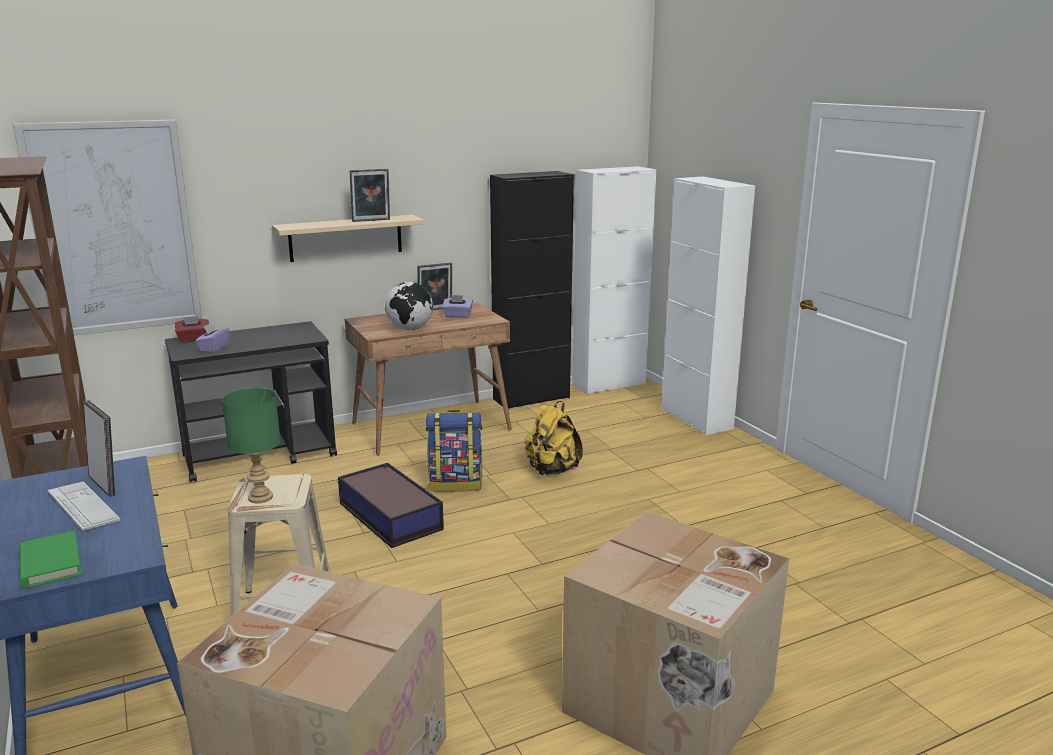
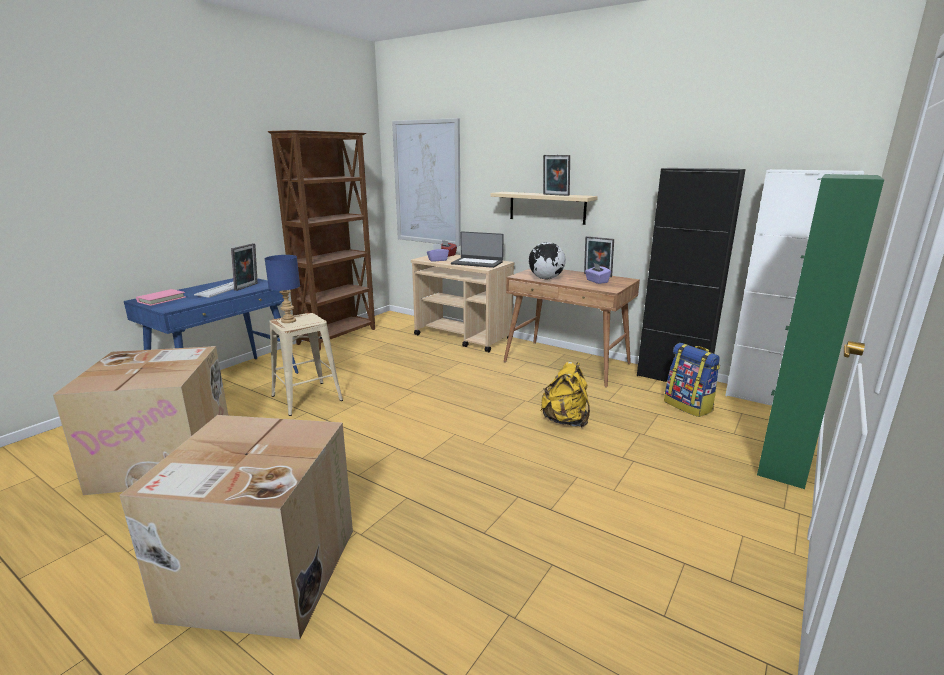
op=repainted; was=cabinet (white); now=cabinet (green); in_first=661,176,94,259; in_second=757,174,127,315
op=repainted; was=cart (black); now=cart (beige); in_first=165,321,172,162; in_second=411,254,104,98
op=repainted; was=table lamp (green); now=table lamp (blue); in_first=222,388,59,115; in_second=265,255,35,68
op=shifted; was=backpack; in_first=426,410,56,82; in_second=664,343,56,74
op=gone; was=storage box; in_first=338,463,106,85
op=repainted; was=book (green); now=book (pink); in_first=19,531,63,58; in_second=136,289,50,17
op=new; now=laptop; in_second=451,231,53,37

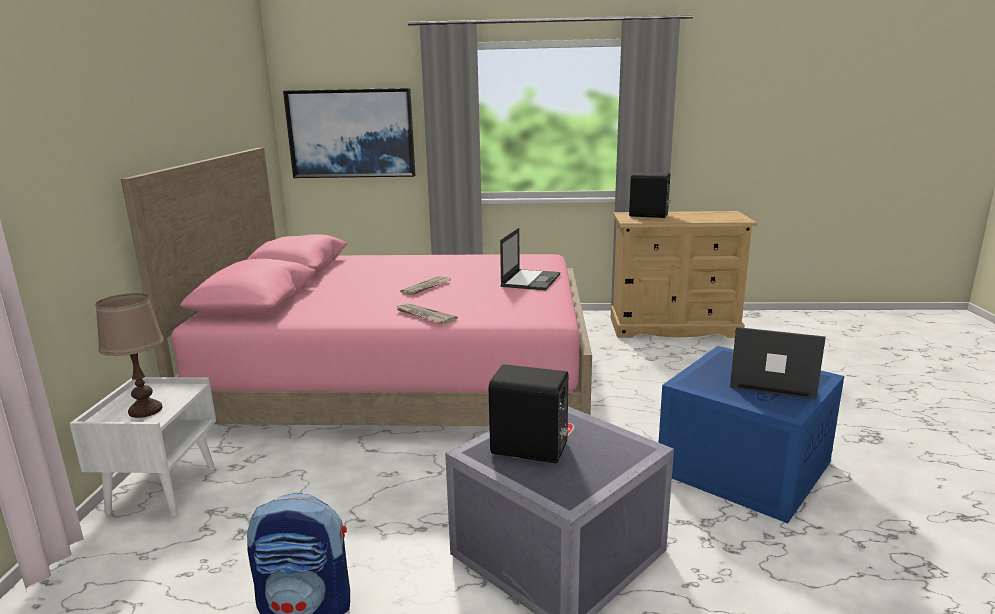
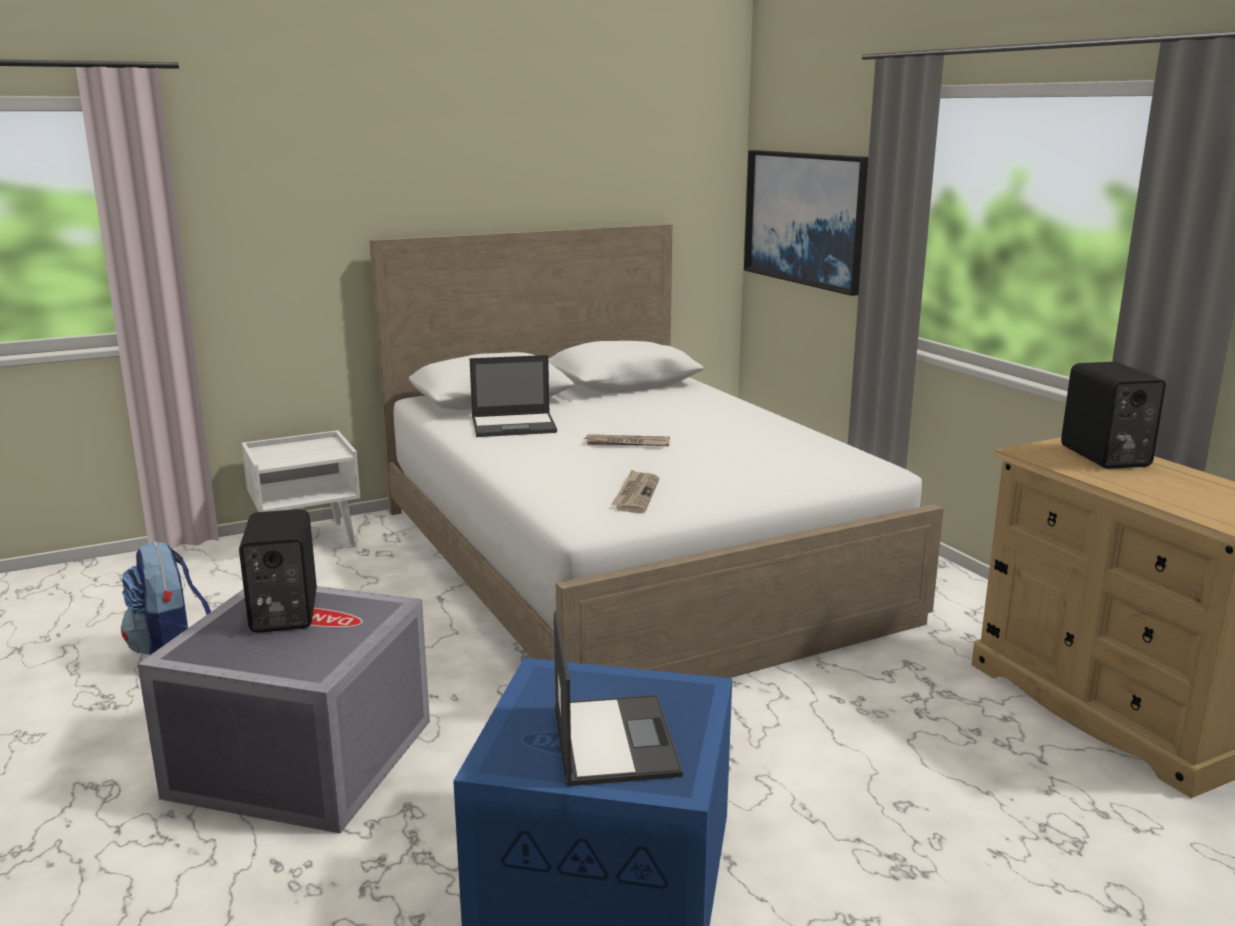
op=repainted; was=bed (pink); now=bed (white); in_first=121,148,471,278; in_second=369,224,575,454
op=shifted; was=laptop; in_first=500,228,60,62; in_second=469,355,88,82
op=gone; was=table lamp (brown); in_first=95,293,69,125
op=shifted; was=newspaper; in_first=397,303,61,21; in_second=611,470,48,43

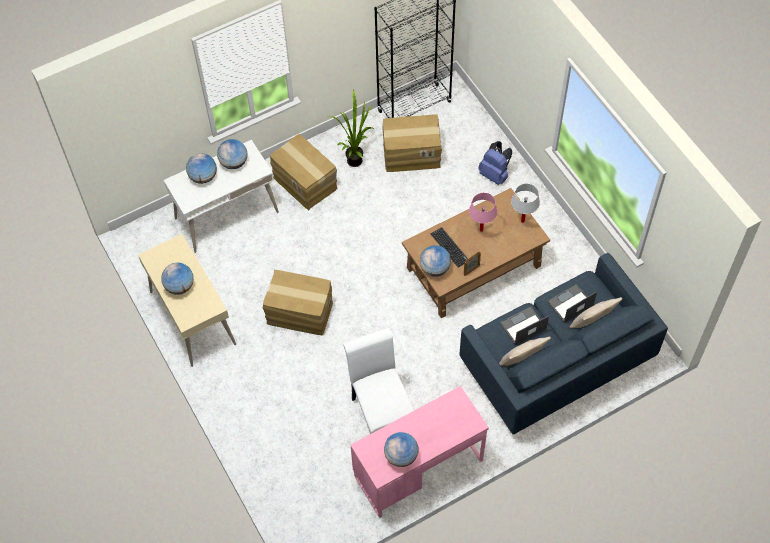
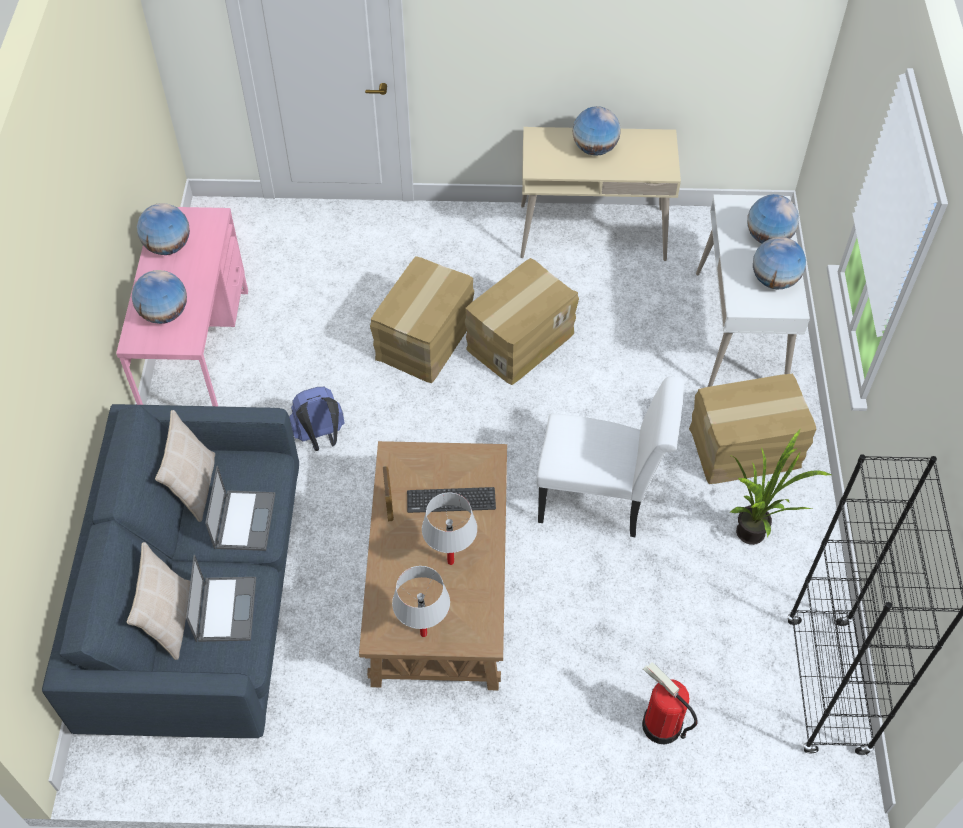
op=shifted; was=cardboard box; in_first=382,115,60,57; in_second=370,256,104,127
op=shifted; was=backpack (blue); in_first=478,141,34,44; in_second=289,387,56,64
op=repainted; was=table lamp (pink); now=table lamp (white); in_first=469,193,28,39; in_second=422,493,55,72
op=shifted; was=globe; in_first=420,245,31,32; in_second=132,270,55,54
op=shifted; was=chair (white); in_first=343,328,71,106; in_second=536,376,148,161
op=new; now=fire extinguisher; in_second=642,662,56,82

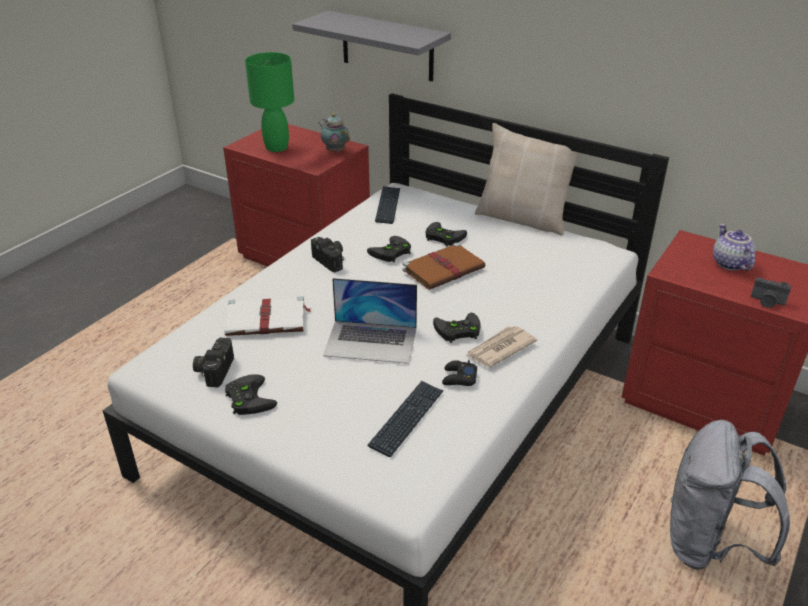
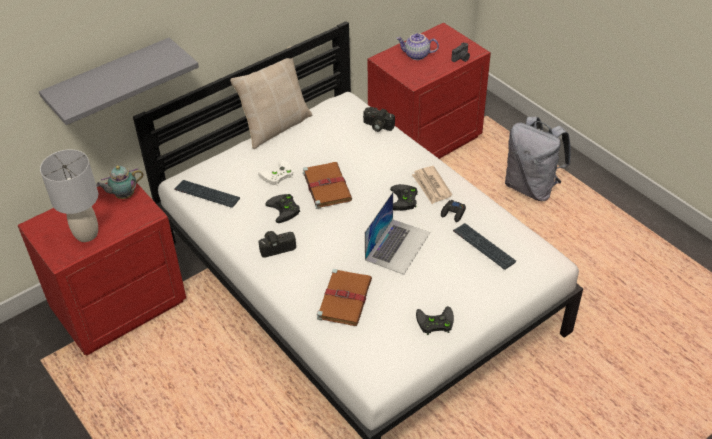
op=repainted; was=table lamp (green); now=table lamp (grey); in_first=245,52,49,100; in_second=40,149,58,93
op=repainted; was=game controller (black); now=game controller (white); in_first=425,222,42,24; in_second=258,160,35,26
op=repainted; was=book (white); now=book (brown); in_first=224,296,88,40; in_second=317,269,55,57
op=shifted; was=photo camera; in_first=193,338,41,49; in_second=363,107,32,25

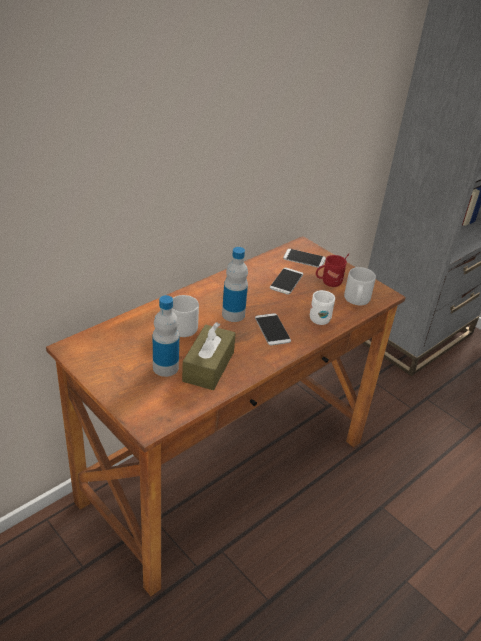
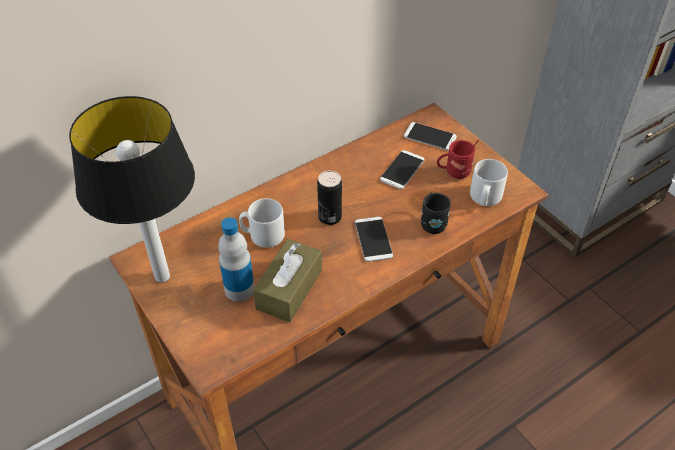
op=swapped; was=bottle; now=can; in_first=222,247,26,75; in_second=317,171,25,54
op=repainted; was=mug (white); now=mug (black); in_first=310,290,25,35; in_second=421,193,30,41
op=new; now=table lamp; in_second=69,96,126,187

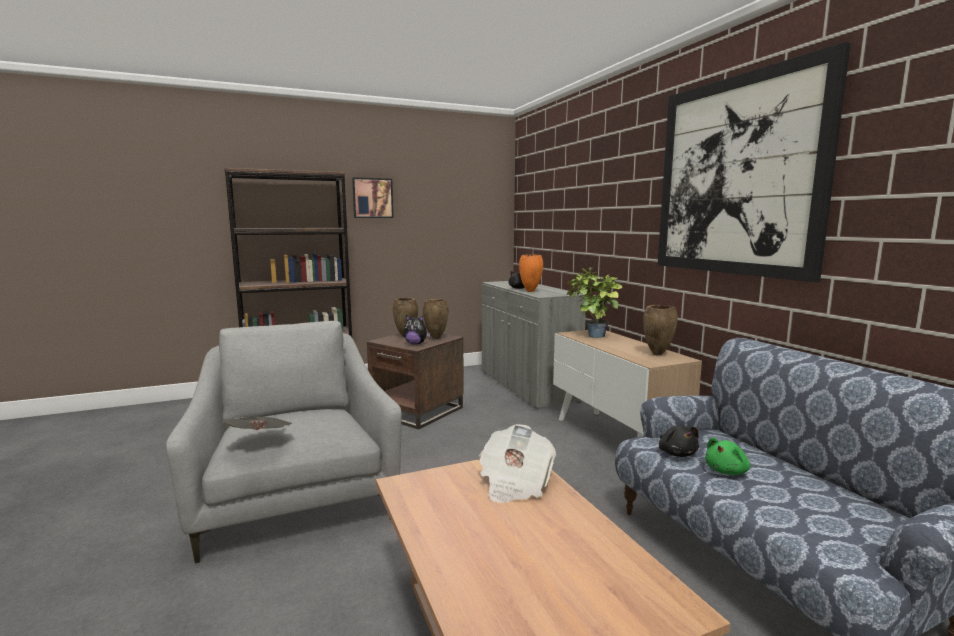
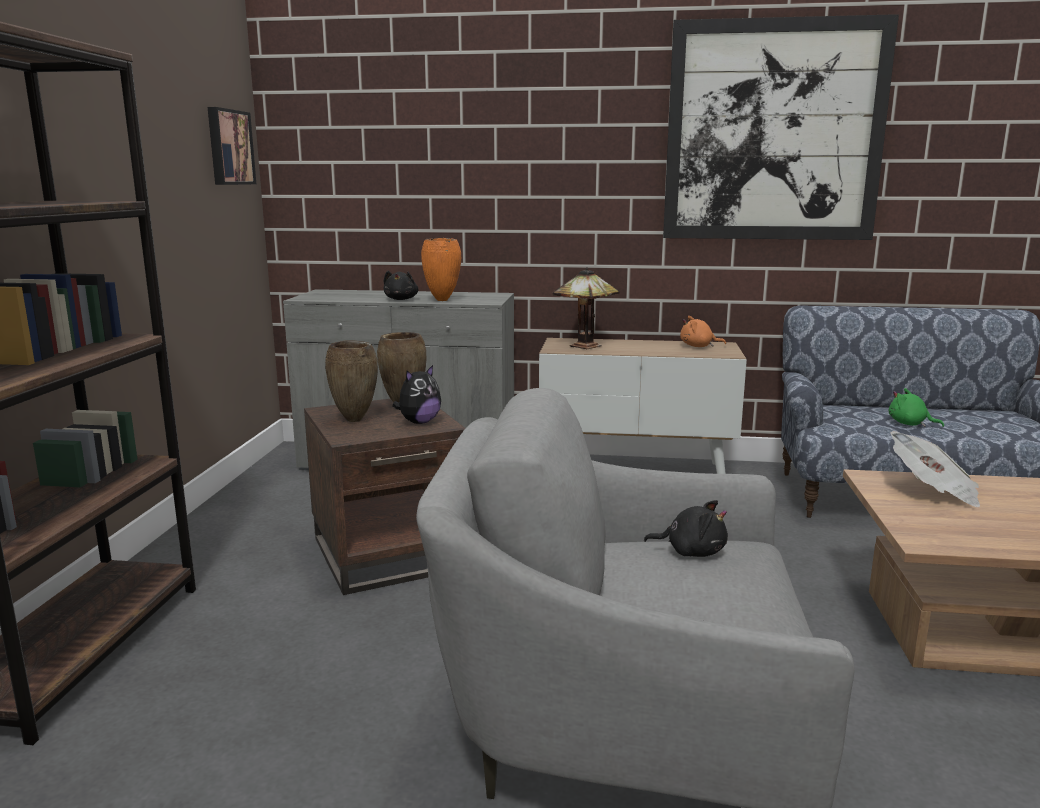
op=shifted; was=picture; in_first=352,177,41,41; in_second=208,107,48,78
op=swapped; was=potted plant; now=table lamp; in_first=566,267,57,71; in_second=553,267,67,82
op=swapped; was=vase (brown); now=plush toy (orange); in_first=643,305,35,50; in_second=680,316,46,31
op=gone; was=newspaper; in_first=217,417,75,13
op=shifted; was=plush toy (black); in_first=659,425,40,32; in_second=644,500,84,57
op=rotated; was=plush toy (green); in_first=705,437,45,38; in_second=889,388,55,39; clockwise=135

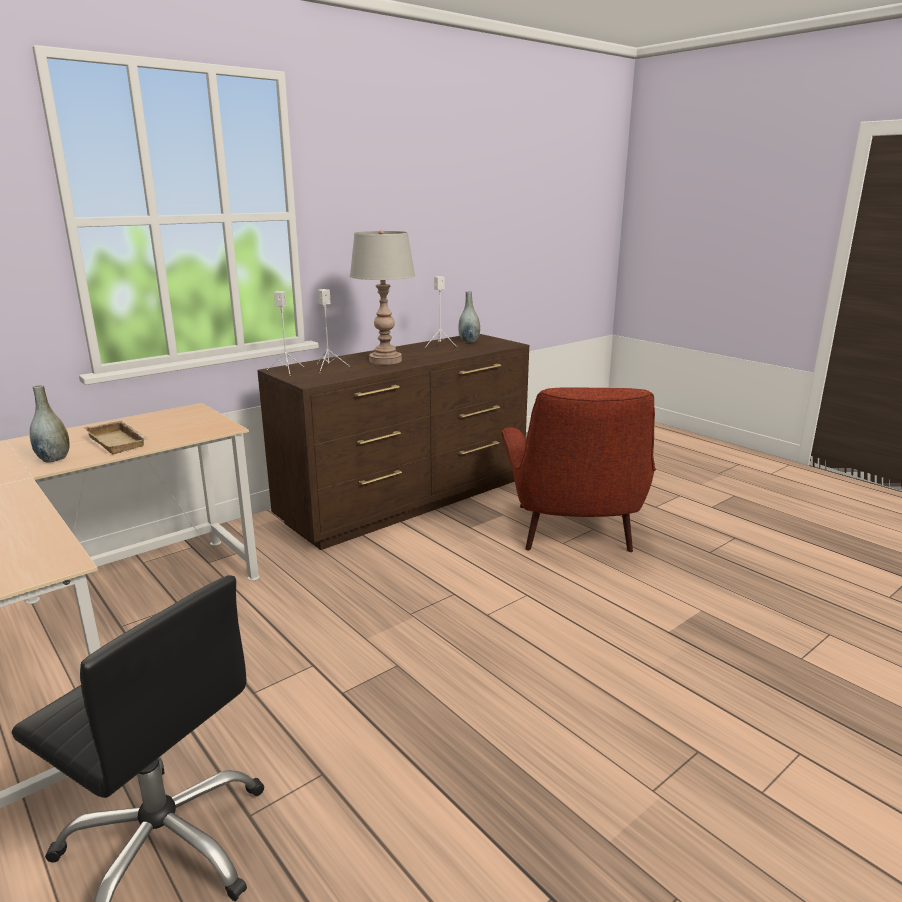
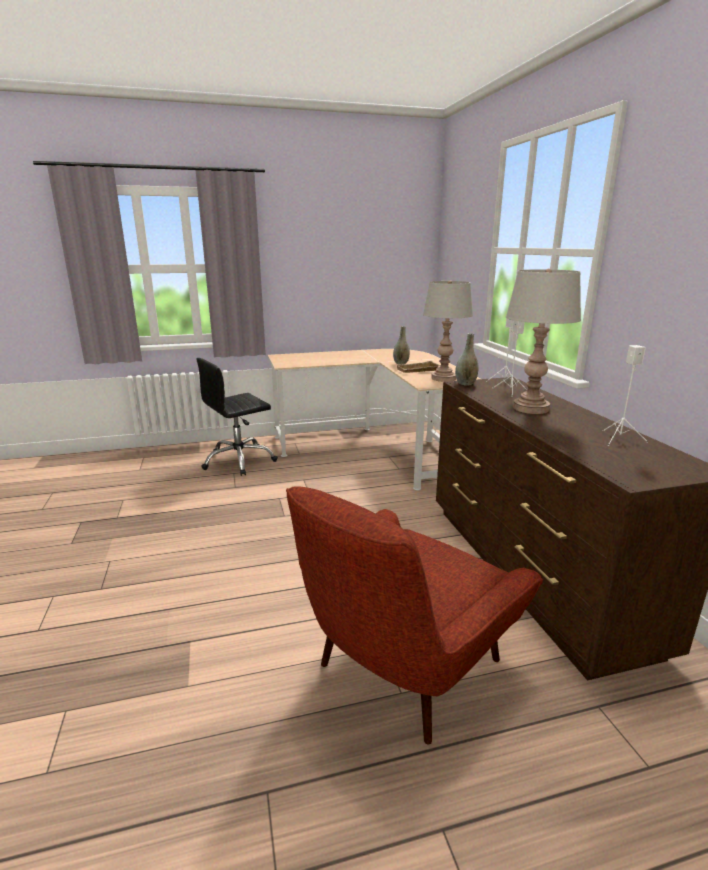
op=shifted; was=vase (grey); in_first=458,291,22,52; in_second=455,333,24,53
op=rotated; was=armchair (red); in_first=501,388,155,164; in_second=286,486,257,259; clockwise=-75
op=new; now=table lamp (grey); in_second=423,281,50,101

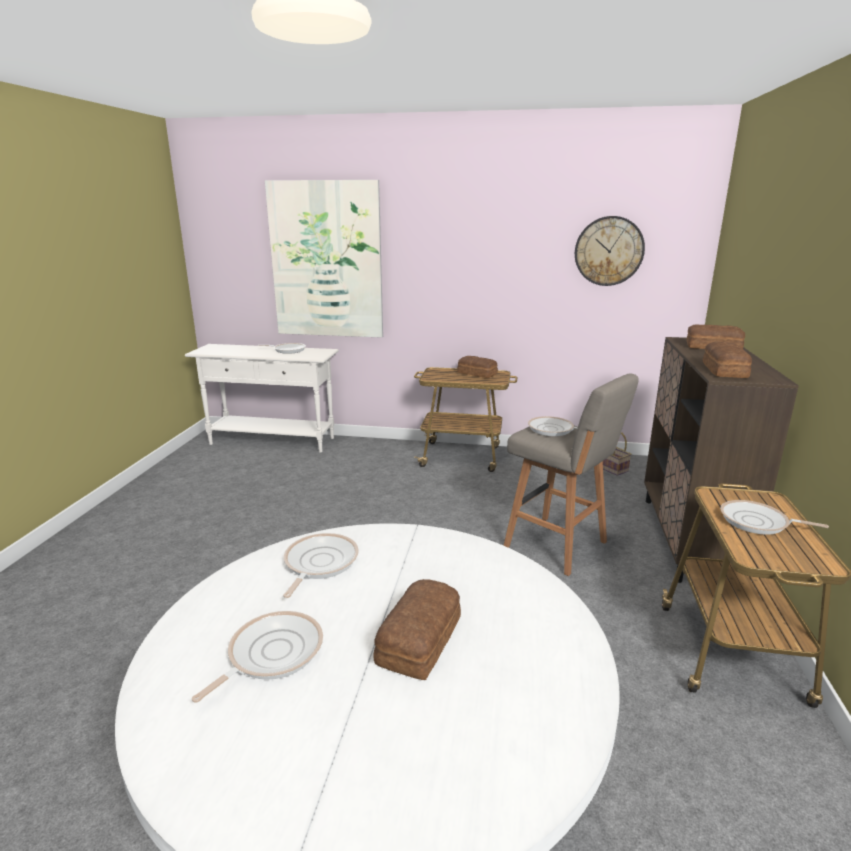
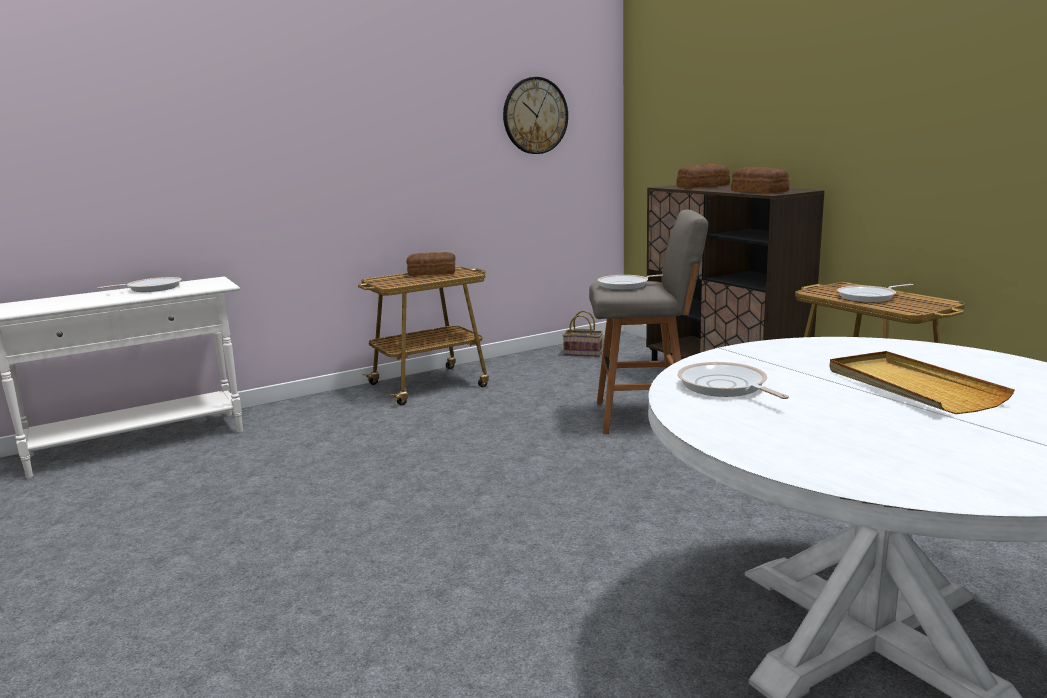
op=gone; was=picture; in_first=265,180,118,158
op=swapped; was=bread; now=tray (beige); in_first=373,579,88,101; in_second=829,351,186,63
op=gone; was=frying pan; in_first=192,611,131,92

